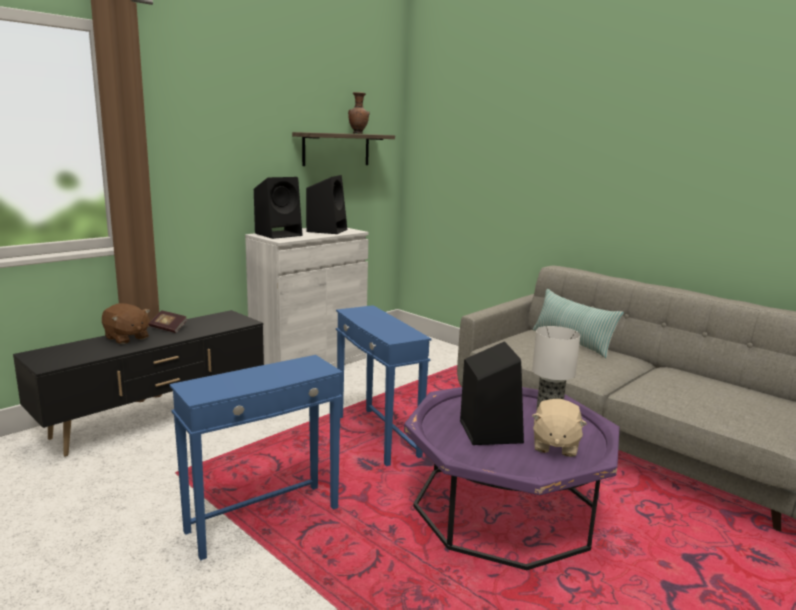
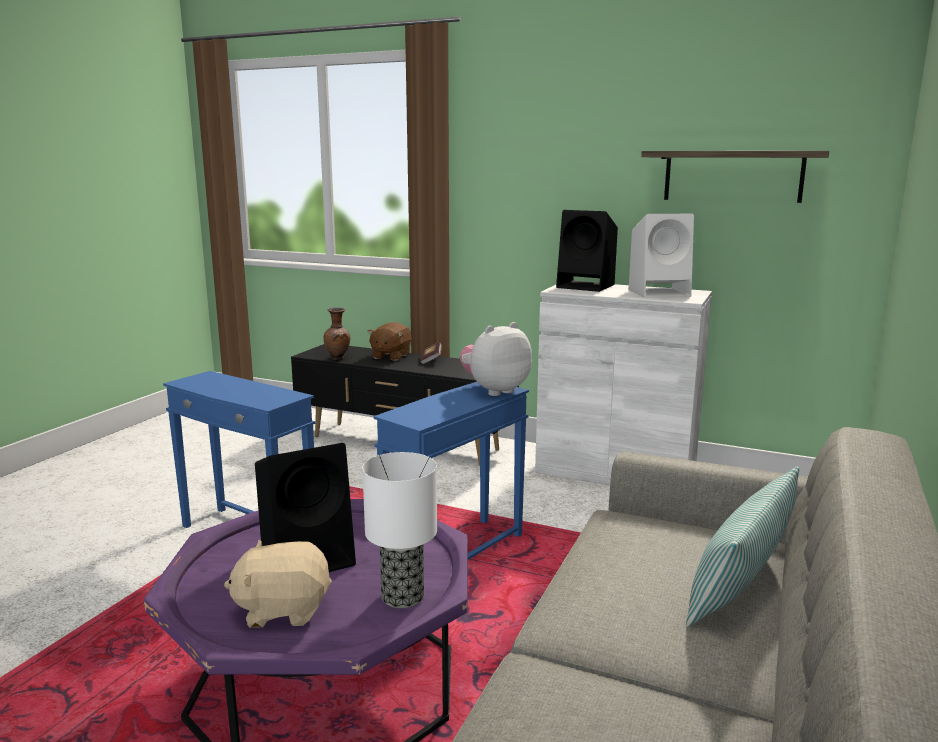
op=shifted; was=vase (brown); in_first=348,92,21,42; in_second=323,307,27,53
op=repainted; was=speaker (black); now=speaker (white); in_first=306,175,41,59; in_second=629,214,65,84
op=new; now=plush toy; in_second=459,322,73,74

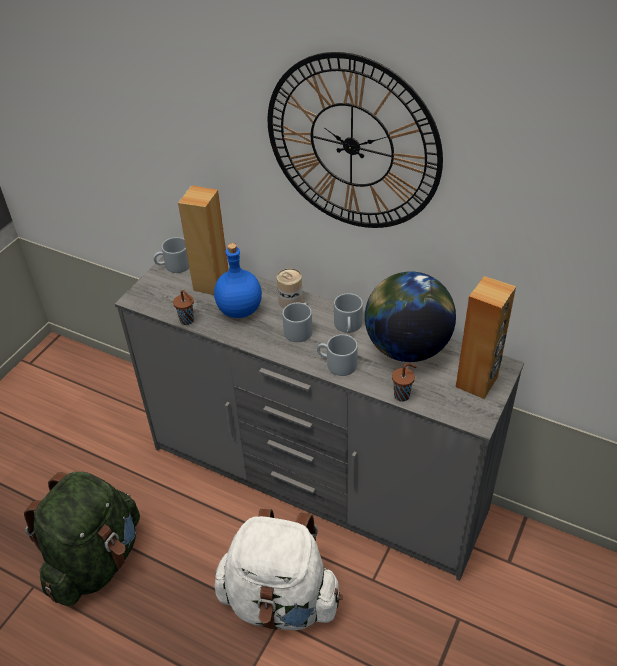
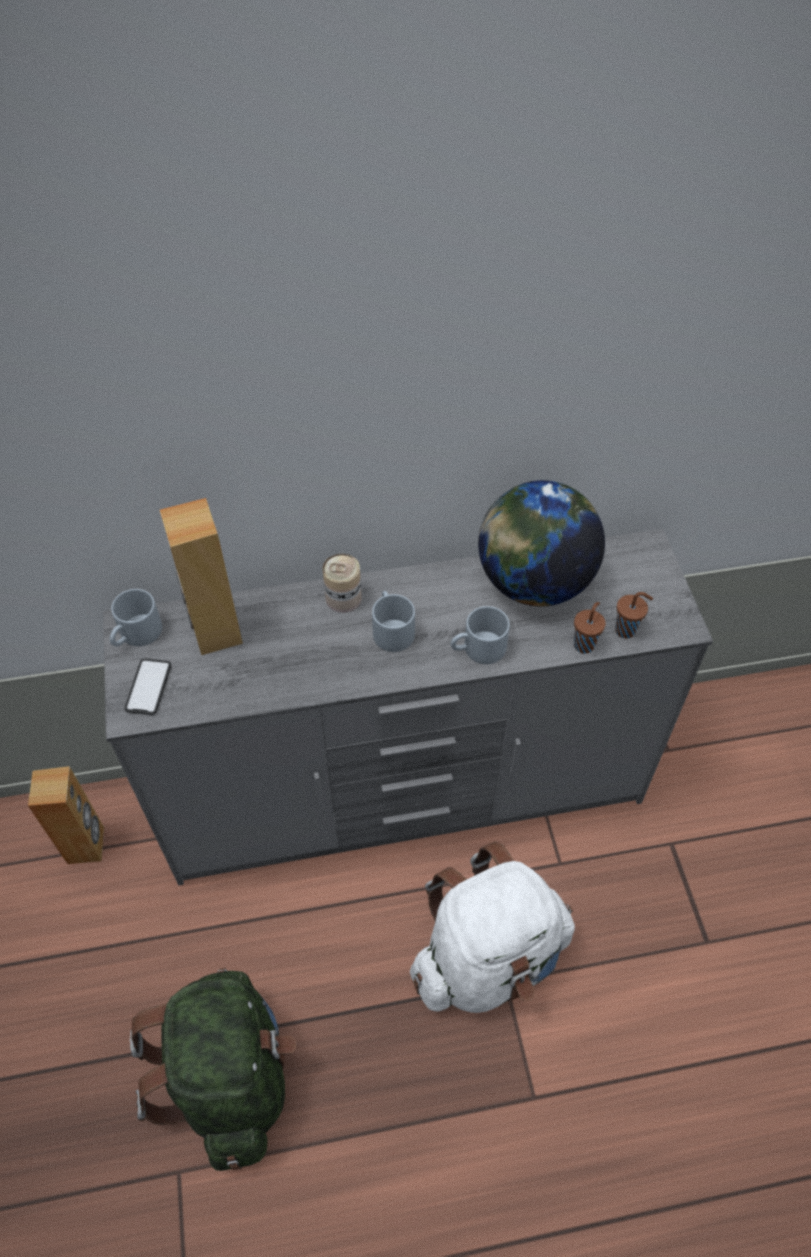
op=gone; was=wall clock; in_first=268,52,175,176
op=gone; was=bottle (blue); in_first=214,243,48,75
op=shifted; was=speaker (brown); in_first=456,276,60,123; in_second=28,766,76,98
op=shifted; was=cup (brown); in_first=173,290,21,35; in_second=615,592,38,46
op=gone; was=mug (grey); in_first=334,293,29,40
op=new; now=phone; in_second=125,658,46,57

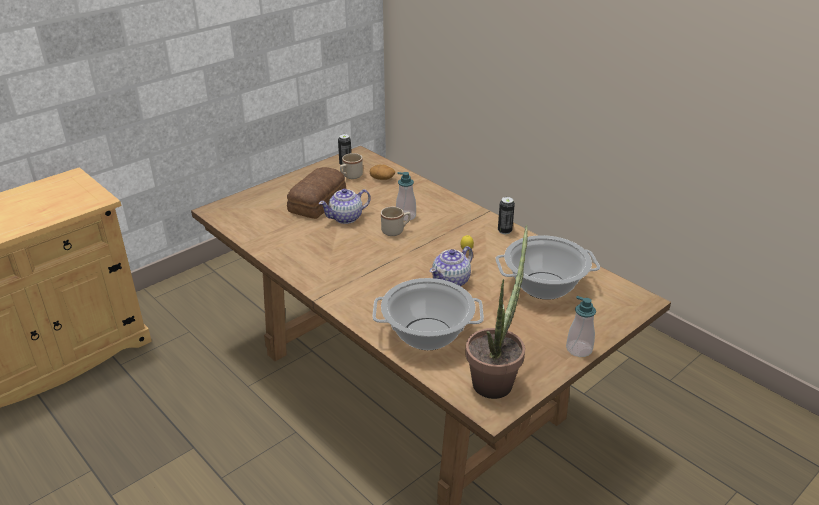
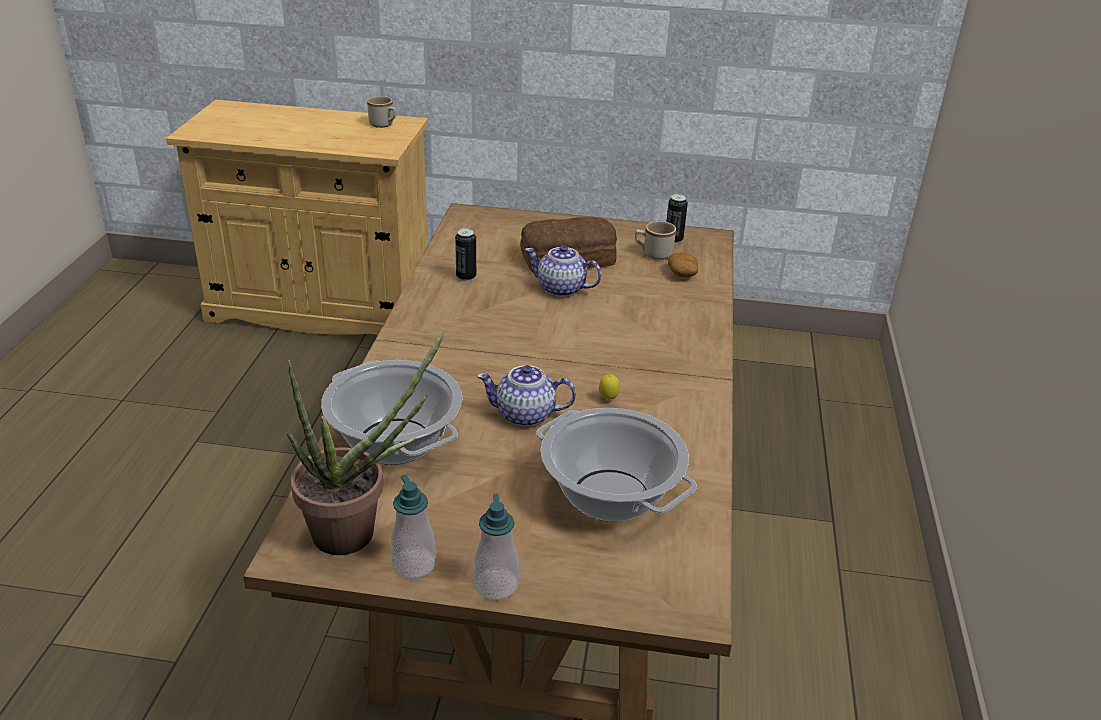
op=shifted; was=soap dispenser; in_first=396,172,20,49; in_second=391,475,45,104
op=shifted; was=can; in_first=498,197,17,37; in_second=455,228,21,53
op=shifted; was=mug (beige); in_first=381,207,30,29; in_second=367,96,29,32

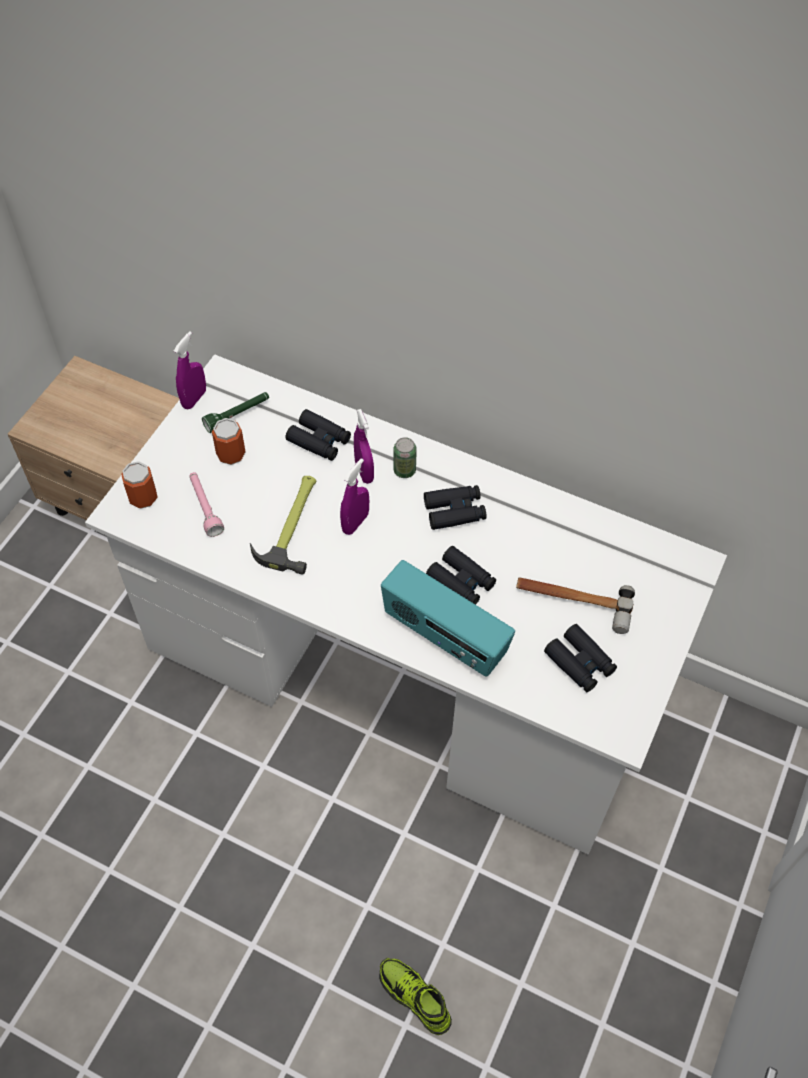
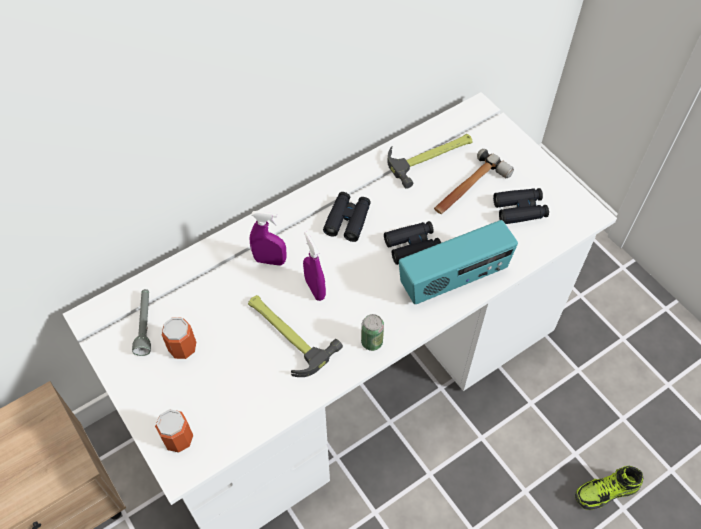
op=gone; was=spray bottle (purple); in_first=174,331,32,78
op=repainted; was=flashlight (green); now=flashlight (grey); in_first=202,392,67,41; in_second=132,289,19,67
op=gone; was=binoculars (black); in_first=285,409,66,52
op=shifted; was=can; in_first=394,437,23,41; in_second=361,314,23,37
op=gone; was=flashlight (pink); in_first=189,472,35,65
op=new; now=hammer; in_second=387,134,86,55

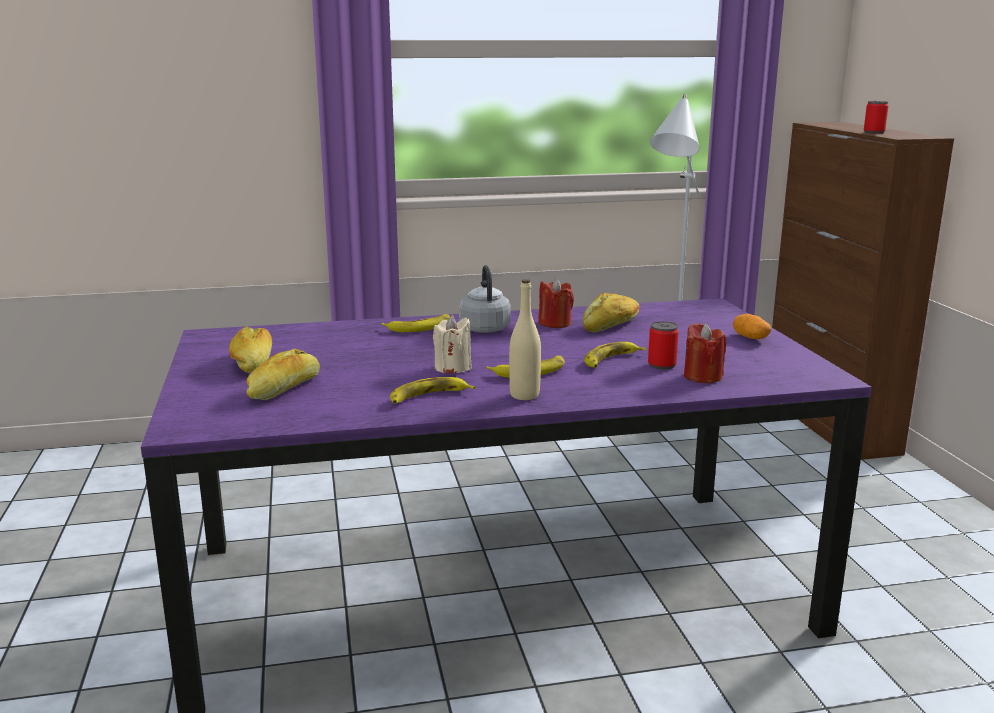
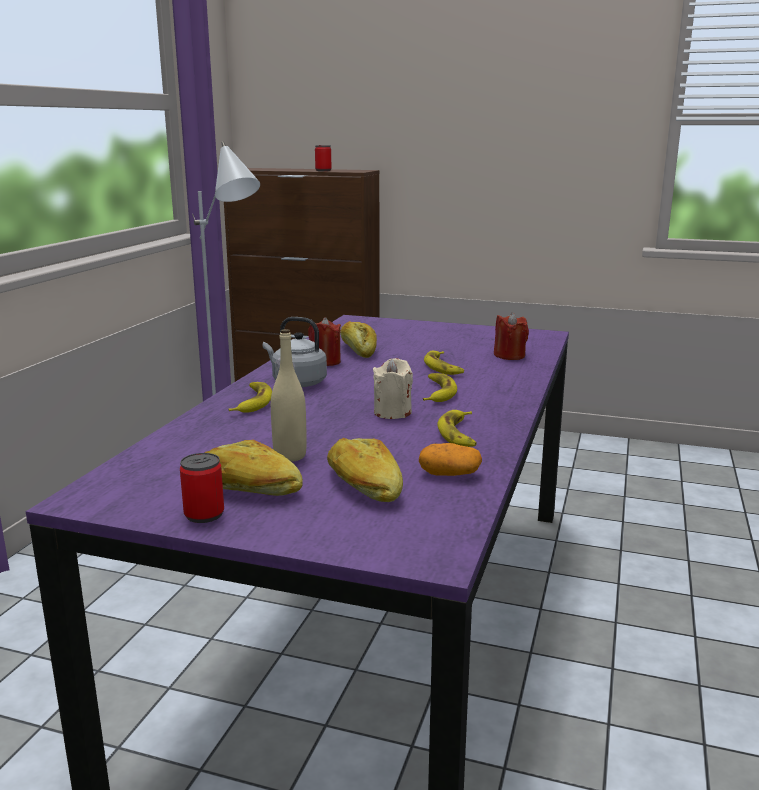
op=shifted; was=bottle (beige); in_first=509,279,32,121; in_second=271,329,36,133
op=shifted; was=potato; in_first=733,314,38,25; in_second=419,443,63,33
op=shifted; was=can; in_first=648,321,31,49; in_second=180,453,44,70

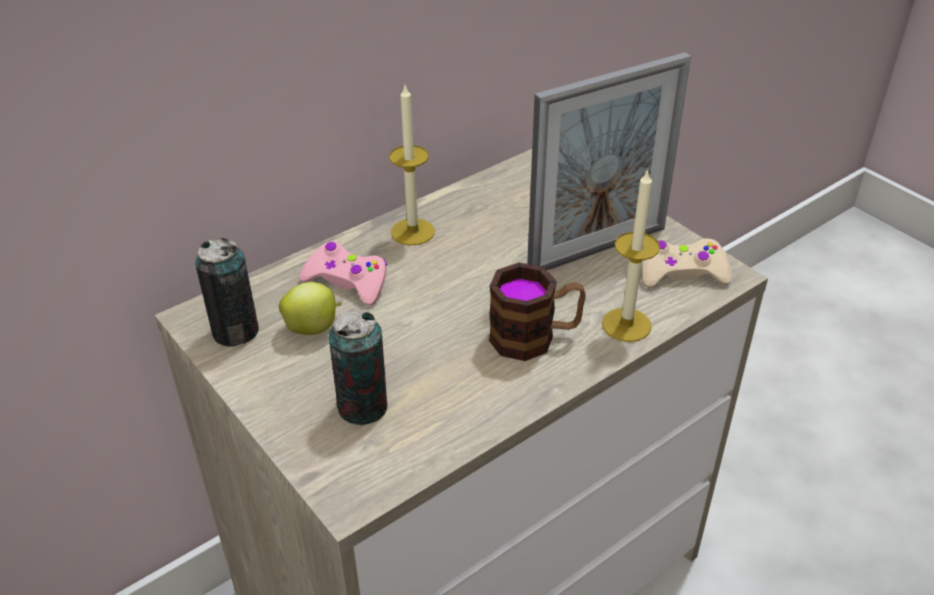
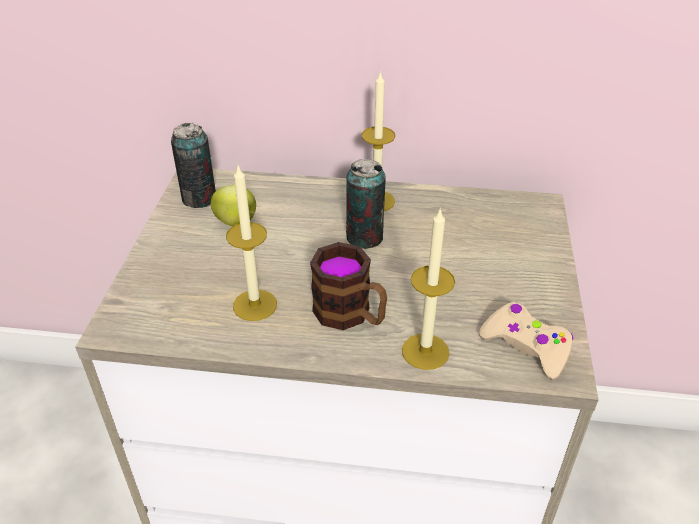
op=gone; was=picture frame; in_first=527,52,164,218
op=gone; was=game controller (pink); in_first=299,241,88,65
op=shifted; was=can; in_first=328,310,60,115; in_second=346,159,40,90
op=new; now=candle; in_second=226,166,51,155

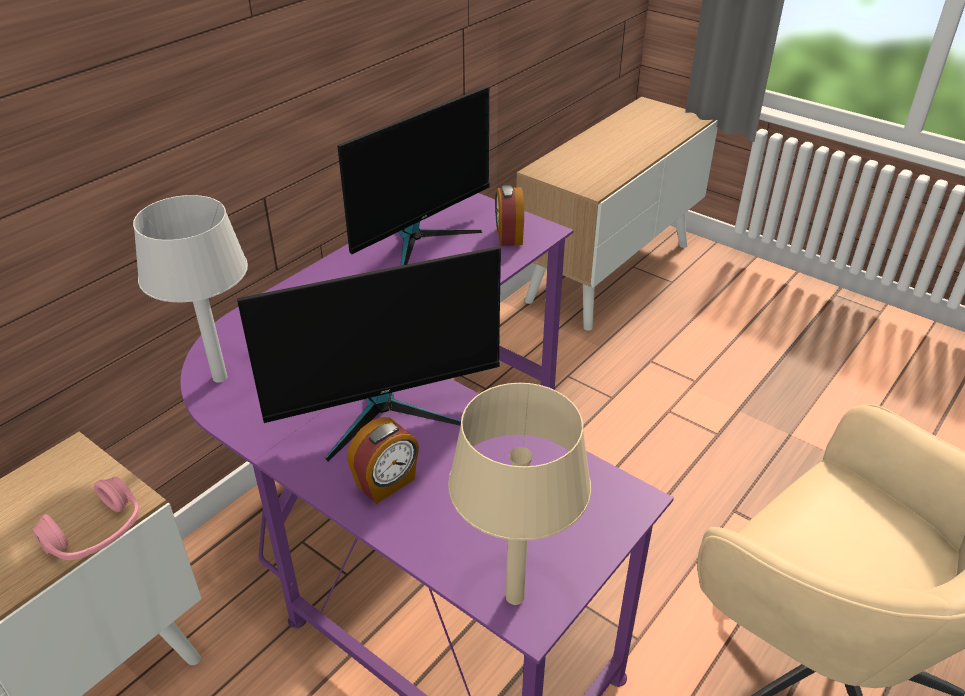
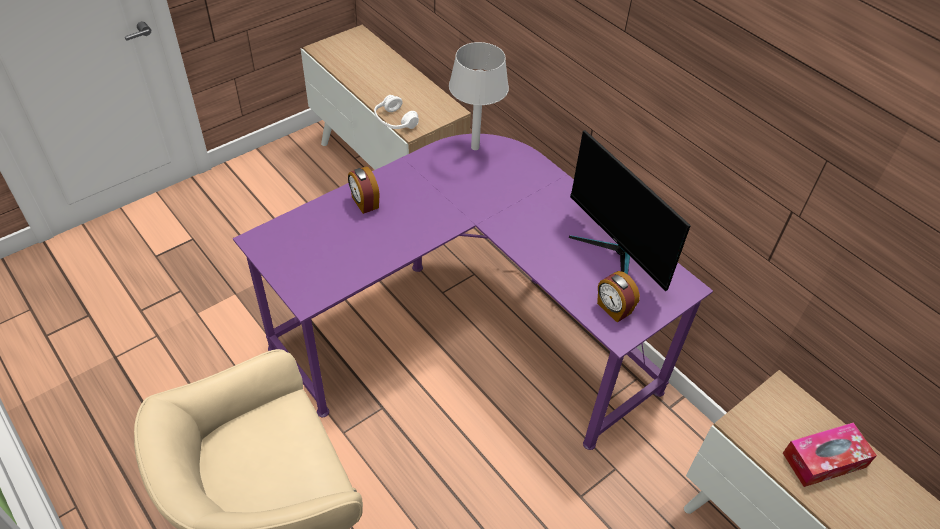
op=rotated; was=alarm clock; in_first=495,185,29,61; in_second=597,271,43,52; clockwise=-135
op=gone; was=monitor; in_first=237,246,264,216
op=gone; was=table lamp (beige); in_first=448,383,143,222
op=repainted; was=headphones (pink); now=headphones (white); in_first=32,477,108,83; in_second=374,95,45,34
op=new; now=tissue box; in_second=783,422,94,65

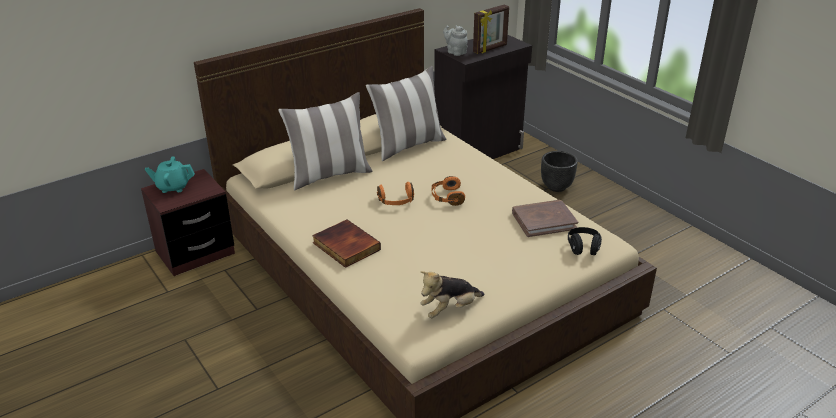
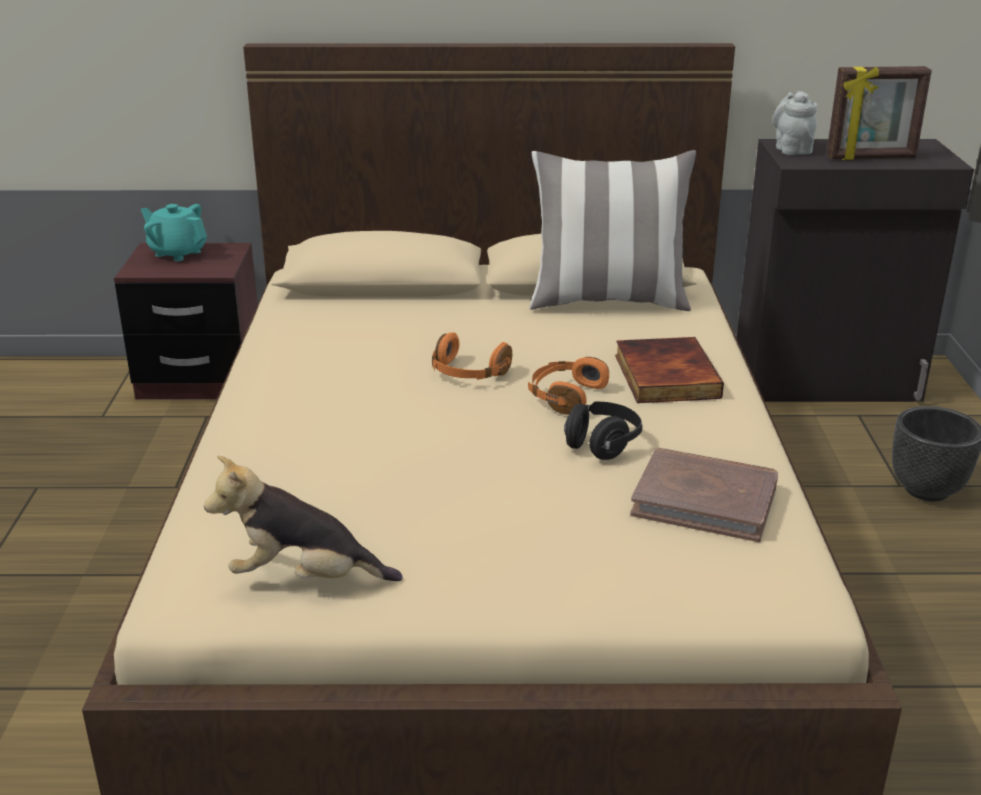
op=gone; was=pillow; in_first=278,92,95,99
op=shifted; was=book; in_first=312,219,69,49; in_second=615,337,109,66
op=shifted; was=headphones (black); in_first=568,227,34,28; in_second=564,402,79,58

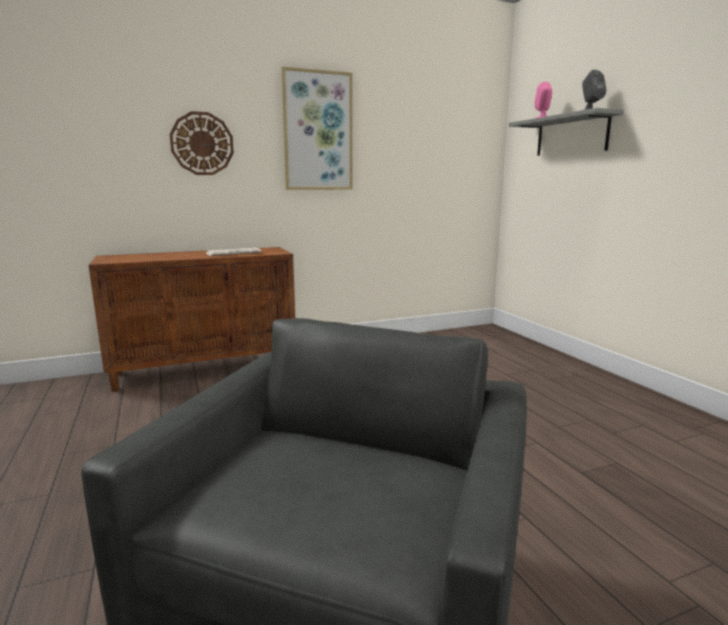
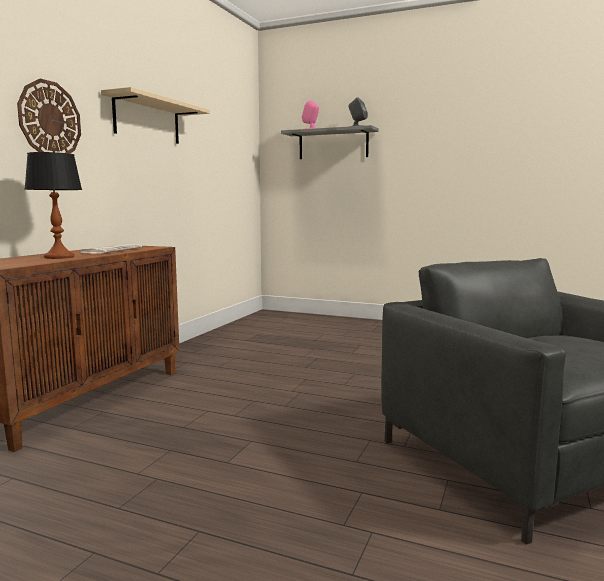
op=swapped; was=picture; now=shelf (beige); in_first=281,67,72,123; in_second=101,87,109,57
op=new; now=table lamp; in_second=25,152,57,107

